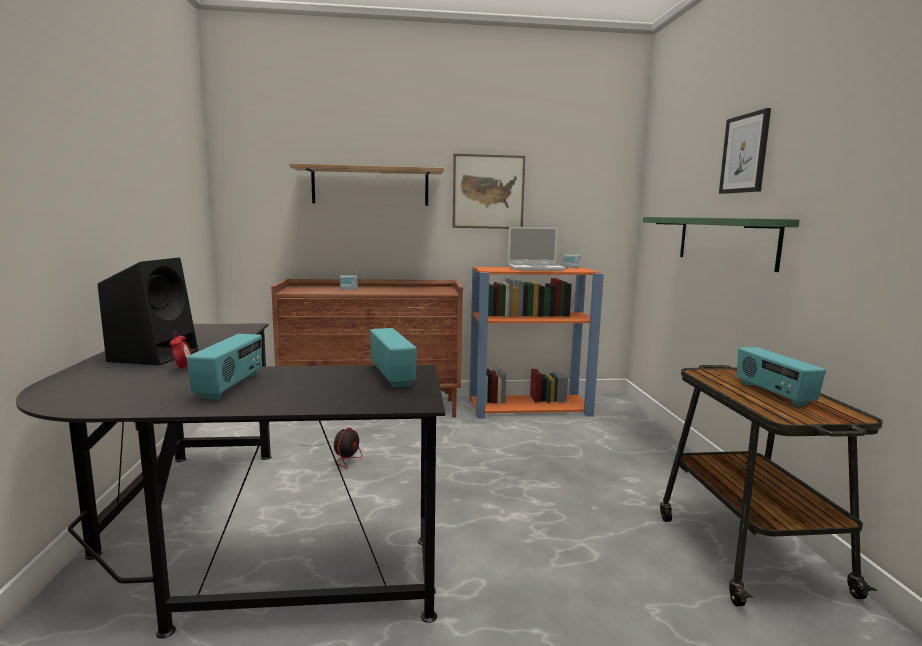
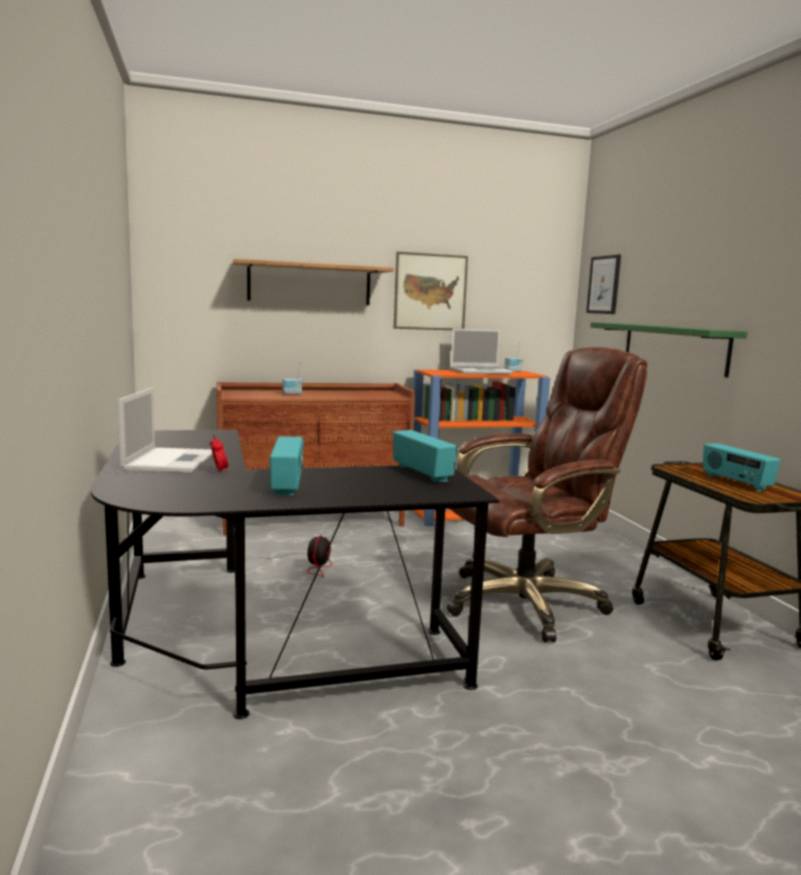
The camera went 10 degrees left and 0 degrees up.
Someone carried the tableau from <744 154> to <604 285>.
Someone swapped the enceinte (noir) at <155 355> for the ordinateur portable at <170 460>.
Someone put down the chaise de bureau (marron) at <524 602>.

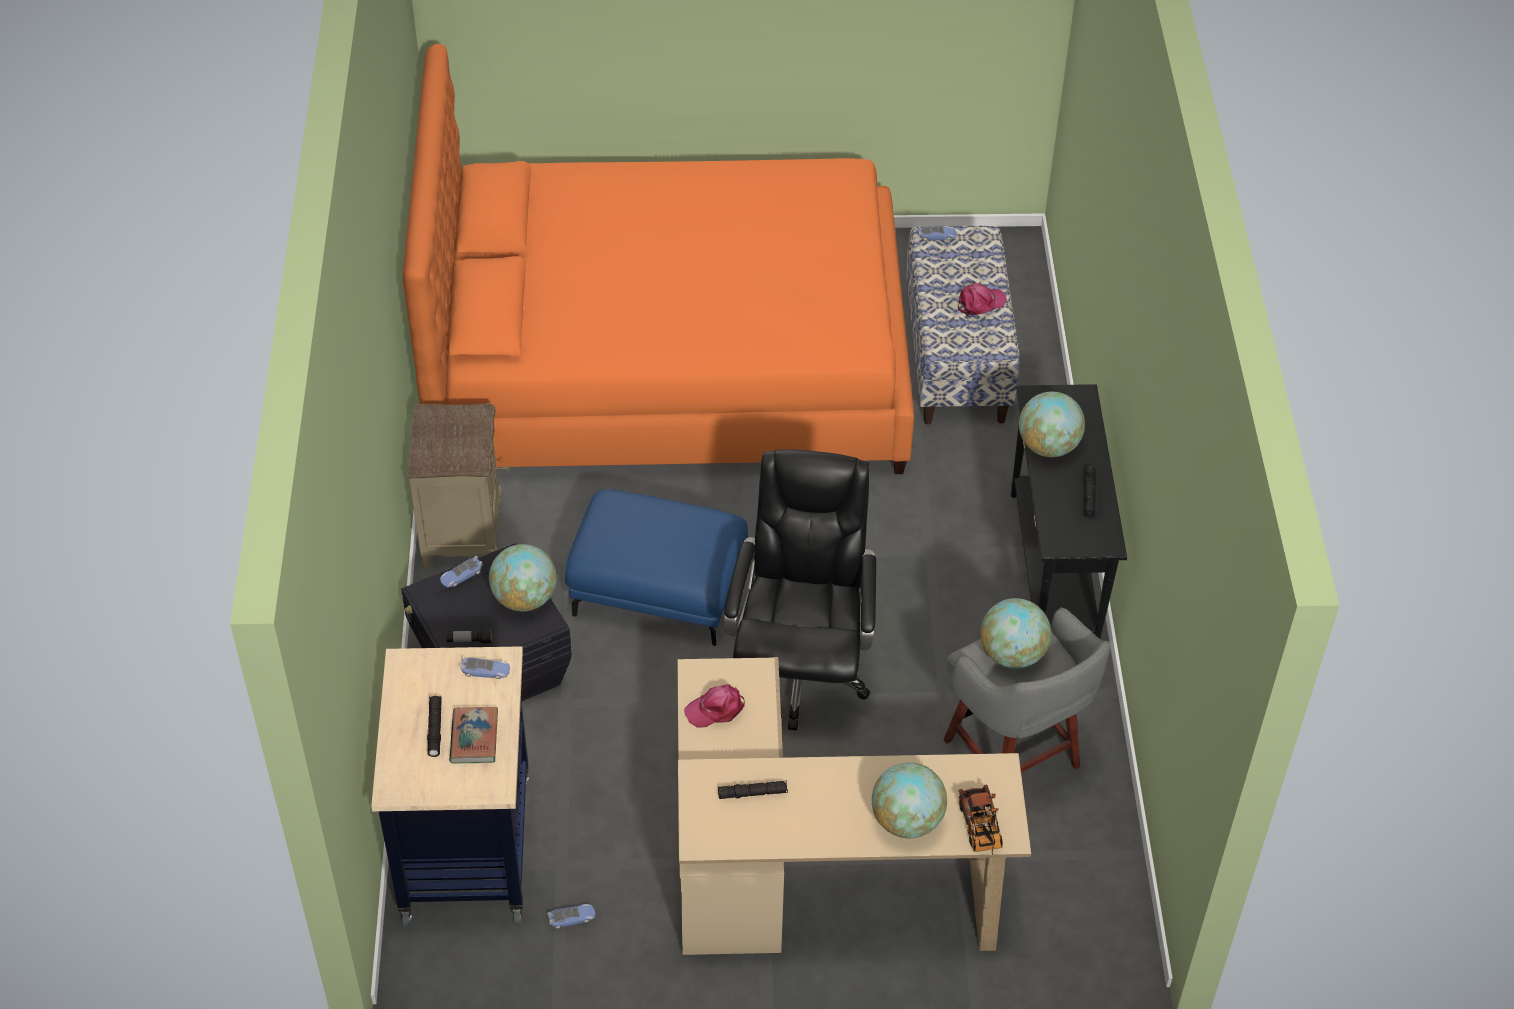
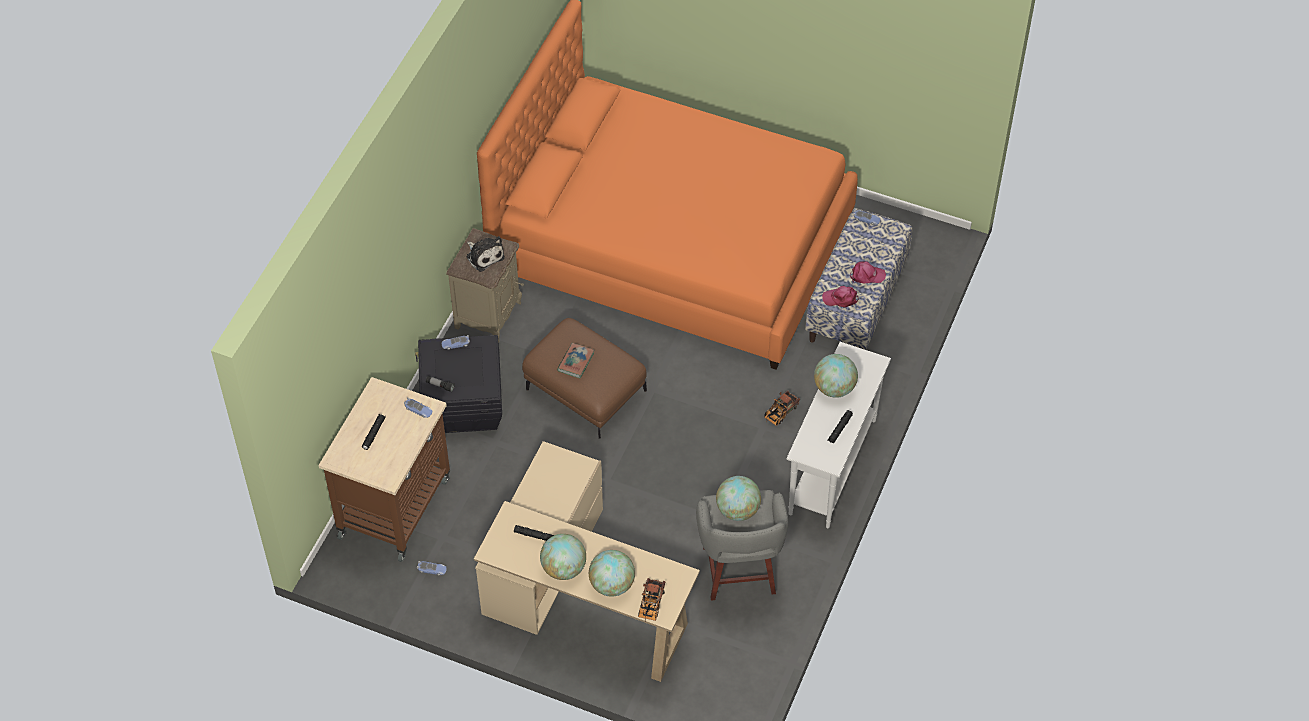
The camera went 25 degrees right and 5 degrees up.
Someone repainted the table console (noir) at <1054 573>, which became the table console (blanc) at <833 468>.
Someone took away the chaise de bureau (noir) at <800 675>.
Someone repainted the pouf (bleu) at <657 590>, which became the pouf (marron) at <584 391>.
Someone carried the globe from <525 599> to <564 568>.
Someone repainted the chariot (bleu) at <466 848>, which became the chariot (marron) at <394 507>.
Someone carried the casquette (rose) from <716 709> to <840 298>.
Someone carried the livre from <474 738> to <576 362>.
Someone put down the peluche at <484 256>.
Someone put down the camion jouet at <779 413>.

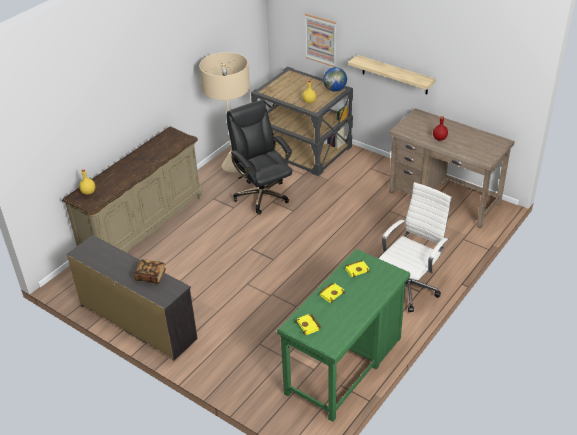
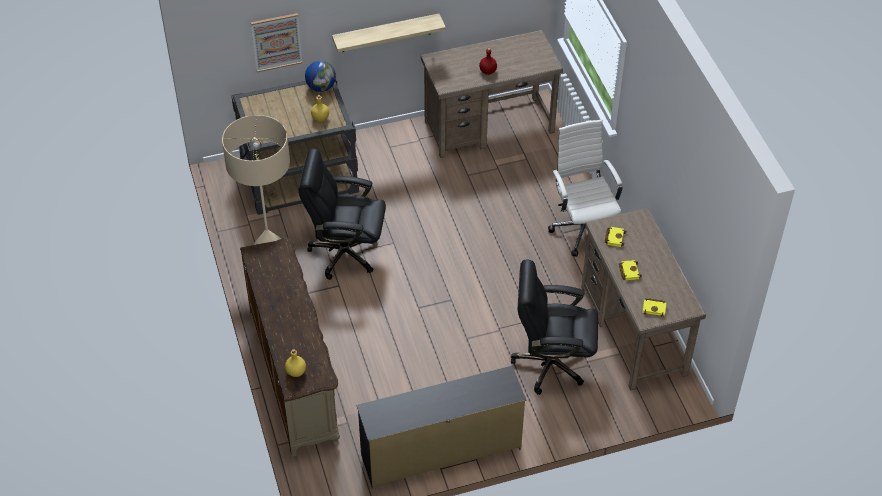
The camera went 55 degrees left and 10 degrees up.
Someone repainted the bureau (vert) at <344 365>, which became the bureau (marron) at <634 330>.
Someone took away the livre at <151 276>.
Someone put down the chaise de bureau (noir) at <552 364>.

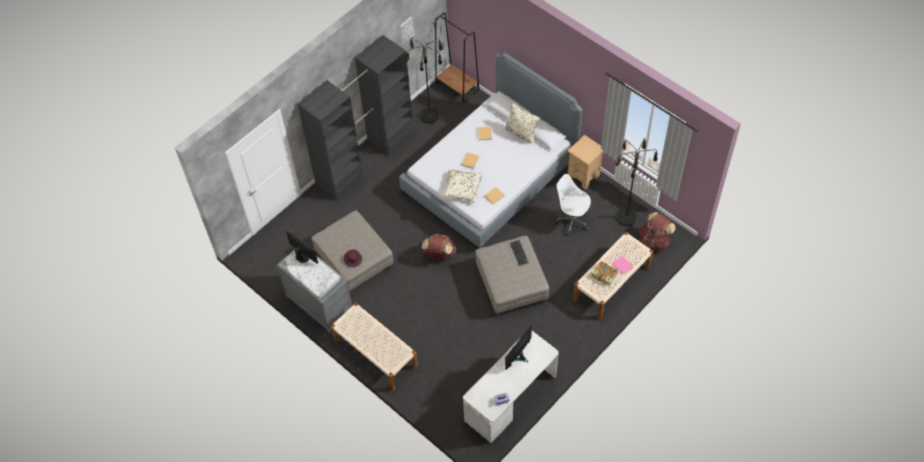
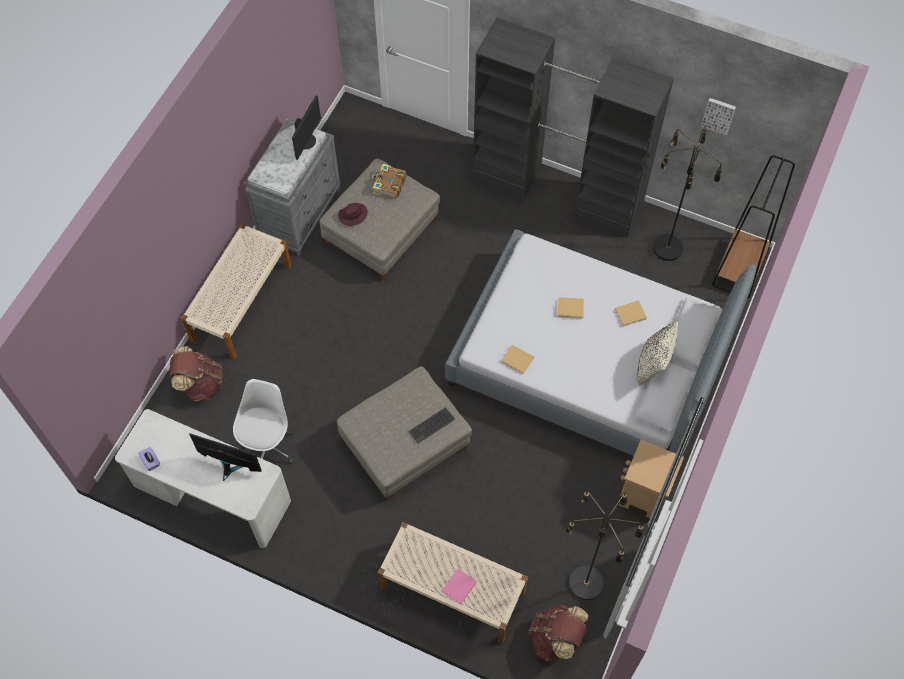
The camera went 70 degrees right and 5 degrees up.
Someone took away the coussin (beige) at <462 189>.
Someone carried the chaise de bureau (blanc) from <571 221> to <269 447>.
Someone carried the sac à dos (marron) from <439 254> to <200 384>.
Someone carried the livre from <604 275> to <389 185>.

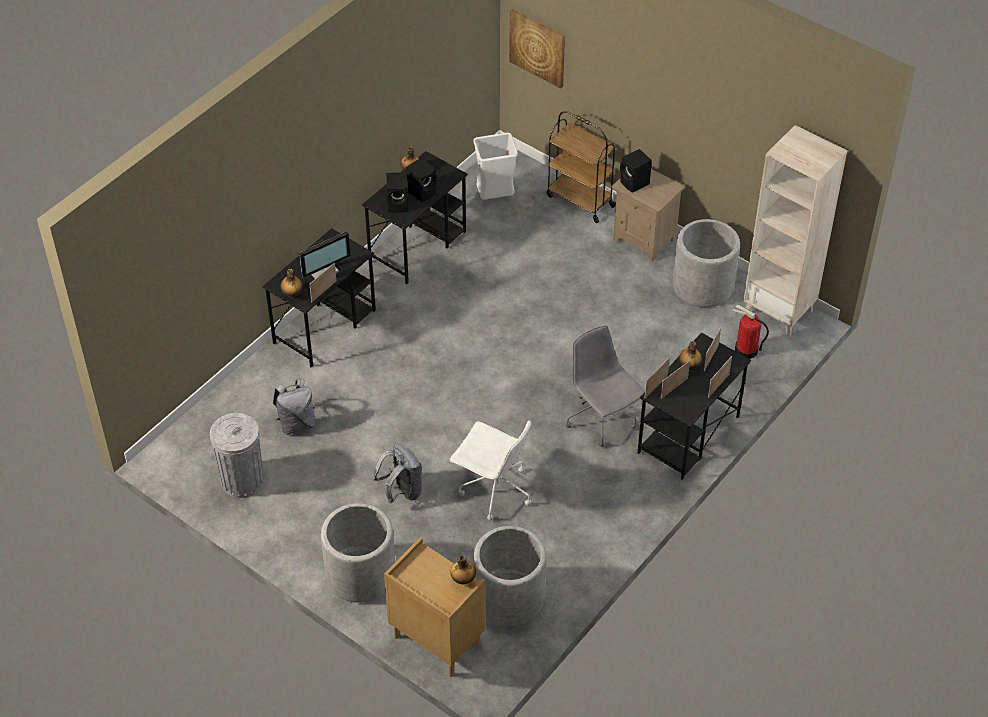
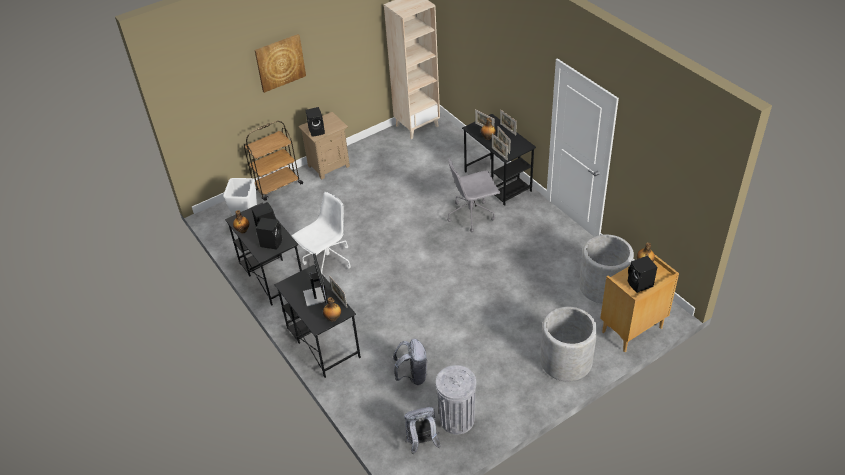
The camera went 70 degrees left and 5 degrees down.
Someone carried the tableau from <537 47> to <280 62>.
Someone took away the cache-pot (gris) at <703 285>.
Someone took away the extincteur at <745 350>.
Someone carried the chaise de bureau (blanc) from <493 489> to <326 262>.
Someone carried the sac à dos (gris) from <401 491> to <422 442>.
Someone put down the enceinte (noir) at <640 284>.

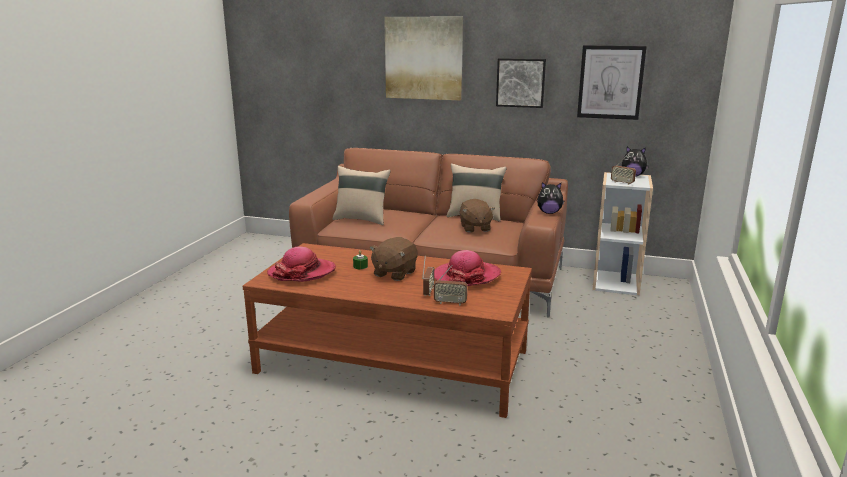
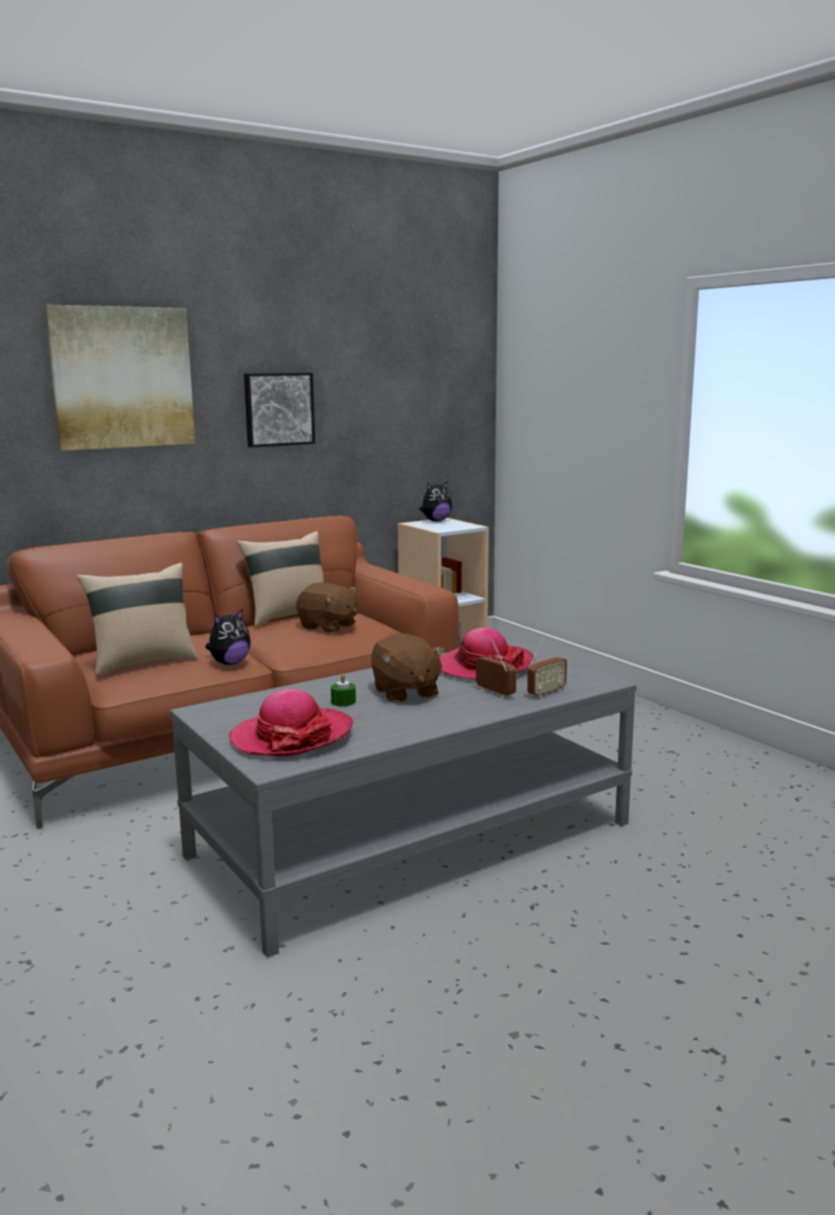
The camera went 50 degrees left and 5 degrees down.
Someone took away the tableau at <610 82>.
Someone took away the radio at <622 183>.
Someone carried the peluche from <549 212> to <229 663>.
Someone repainted the table basse (marron) at <394 362>, which became the table basse (gris) at <413 839>.

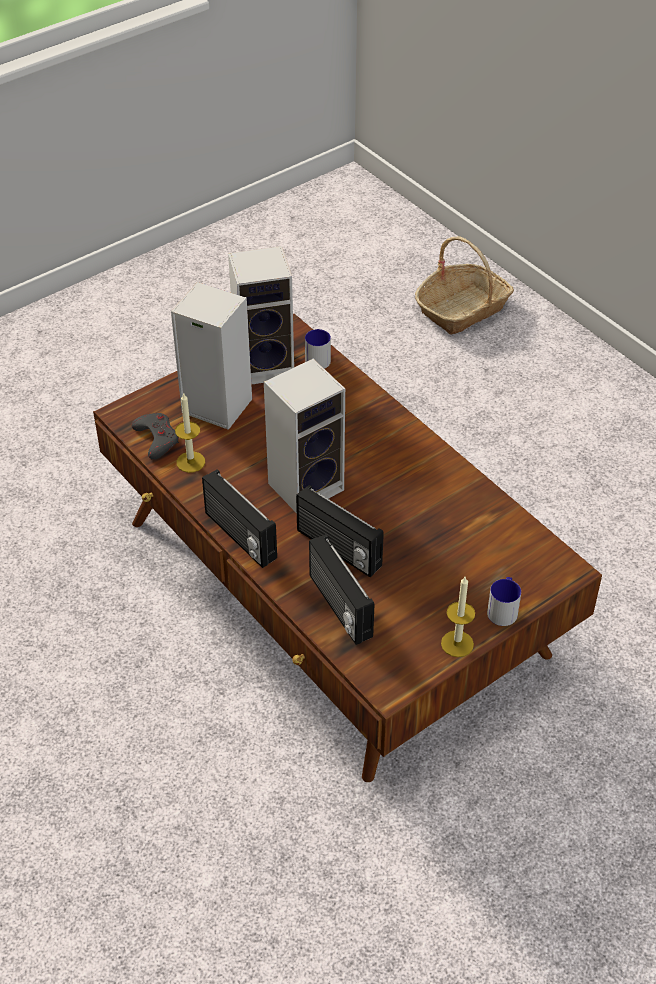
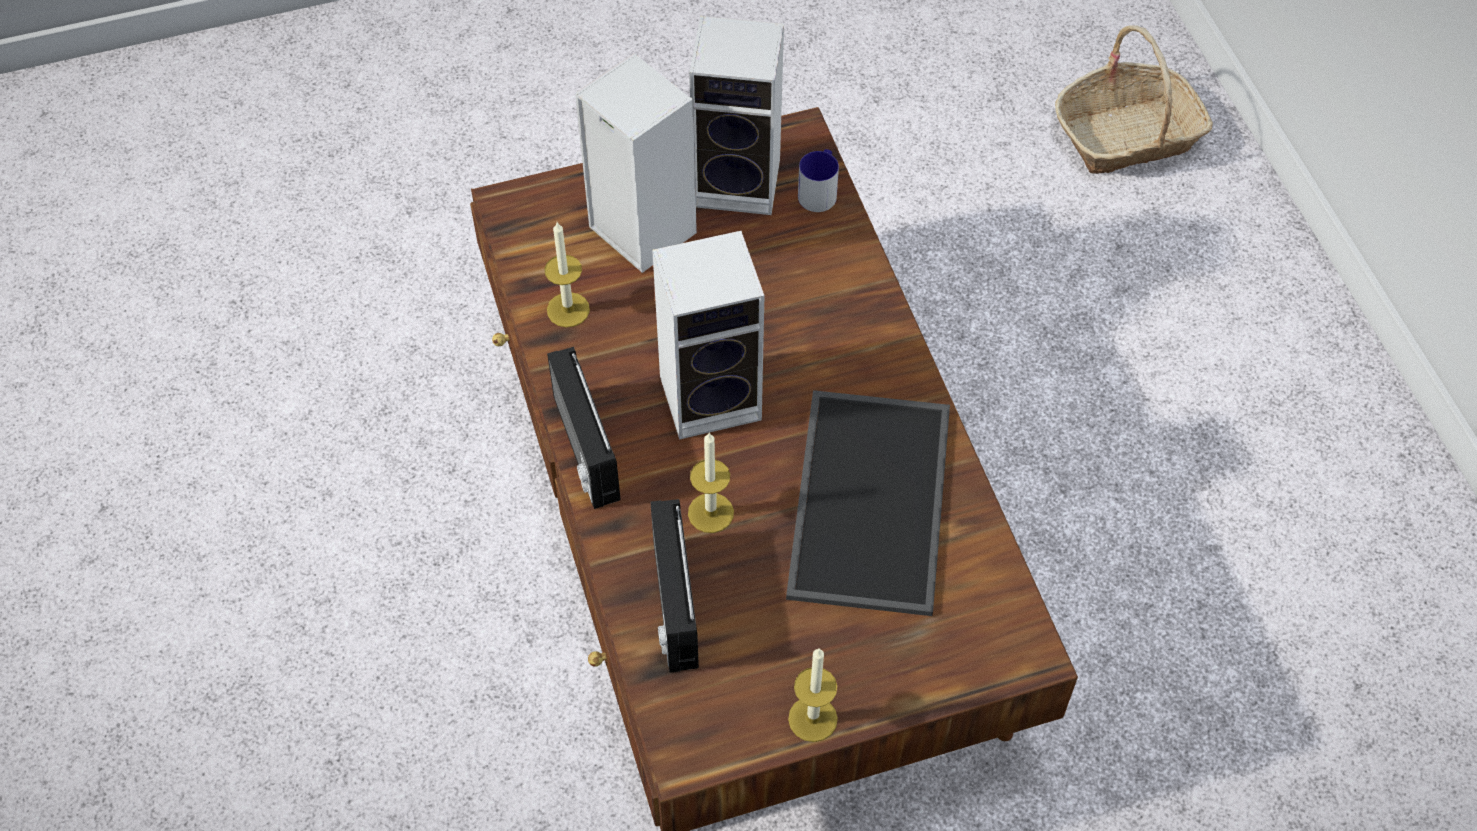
The camera went 20 degrees right and 10 degrees up.
Someone took away the manette (gris) at <157 438>.
Someone swapped the radio at <337 549> for the bougie at <710 513>.
Someone took away the mug at <503 609>.
Someone put down the plateau at <874 504>.

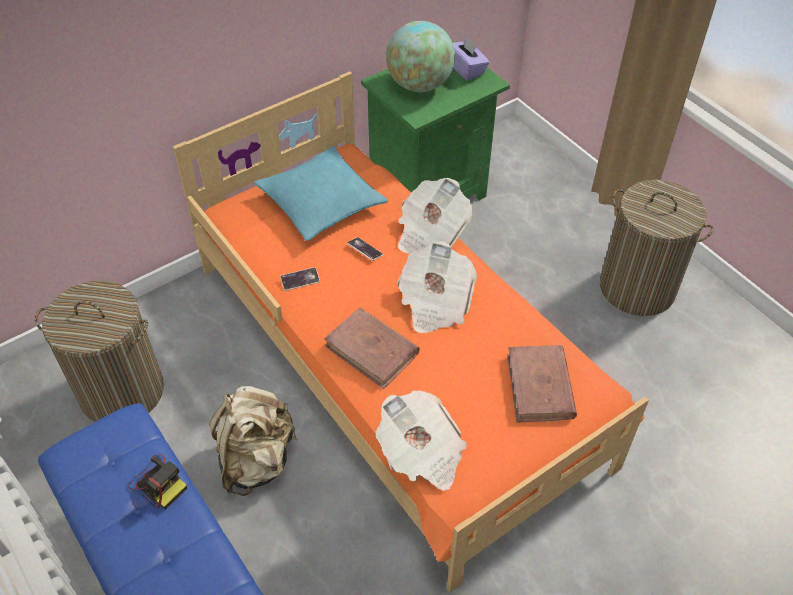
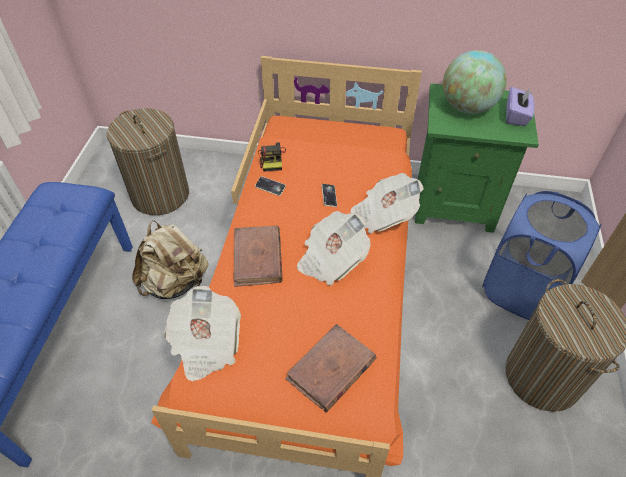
The camera went 45 degrees right and 0 degrees up.
Someone took away the coussin (turquoise) at <321 202>.
Someone carried the appareil photo from <158 483> to <272 159>.
Someone put down the panier à linge (bleu) at <521 290>.

